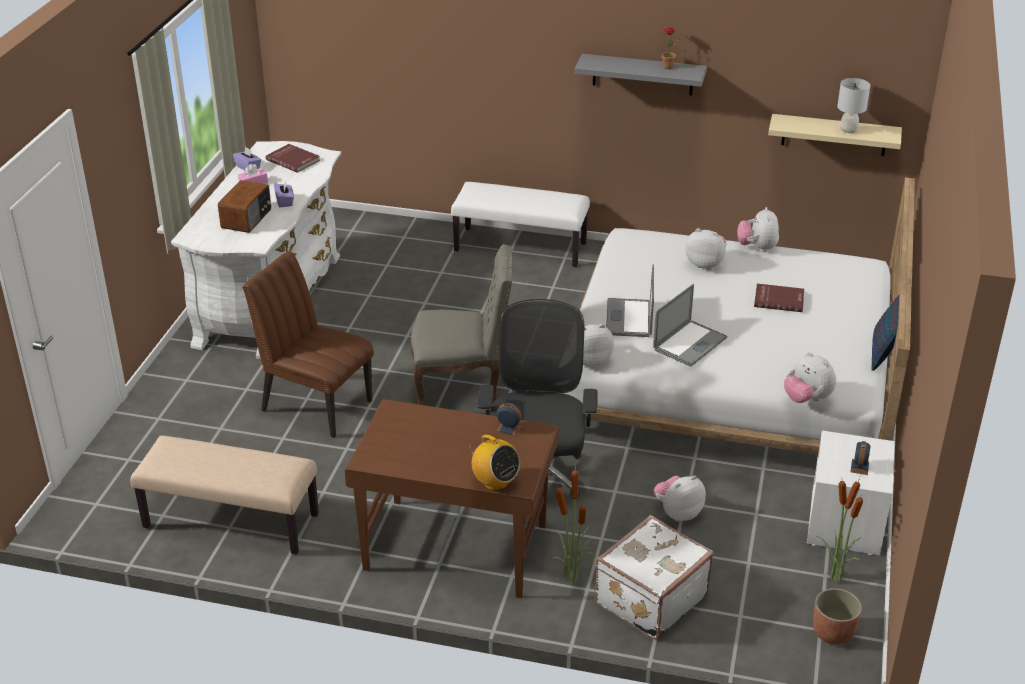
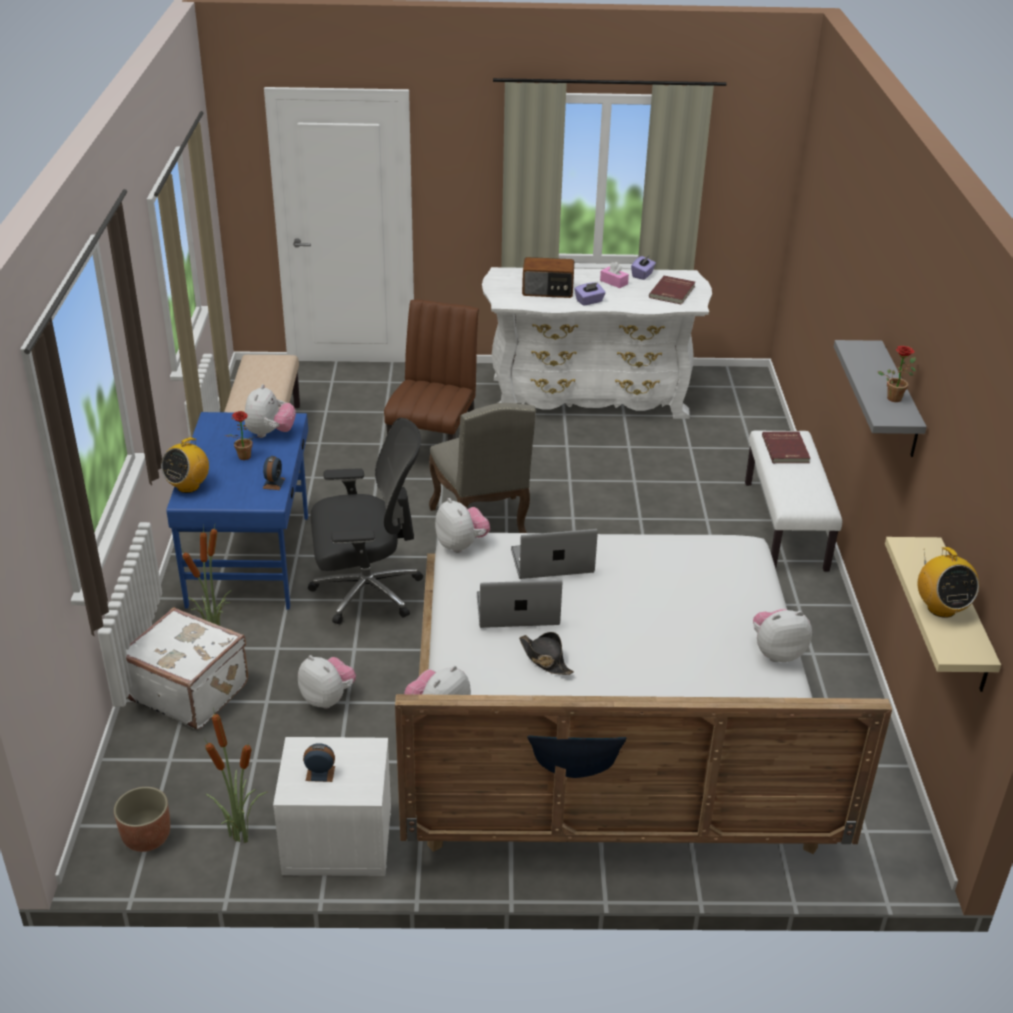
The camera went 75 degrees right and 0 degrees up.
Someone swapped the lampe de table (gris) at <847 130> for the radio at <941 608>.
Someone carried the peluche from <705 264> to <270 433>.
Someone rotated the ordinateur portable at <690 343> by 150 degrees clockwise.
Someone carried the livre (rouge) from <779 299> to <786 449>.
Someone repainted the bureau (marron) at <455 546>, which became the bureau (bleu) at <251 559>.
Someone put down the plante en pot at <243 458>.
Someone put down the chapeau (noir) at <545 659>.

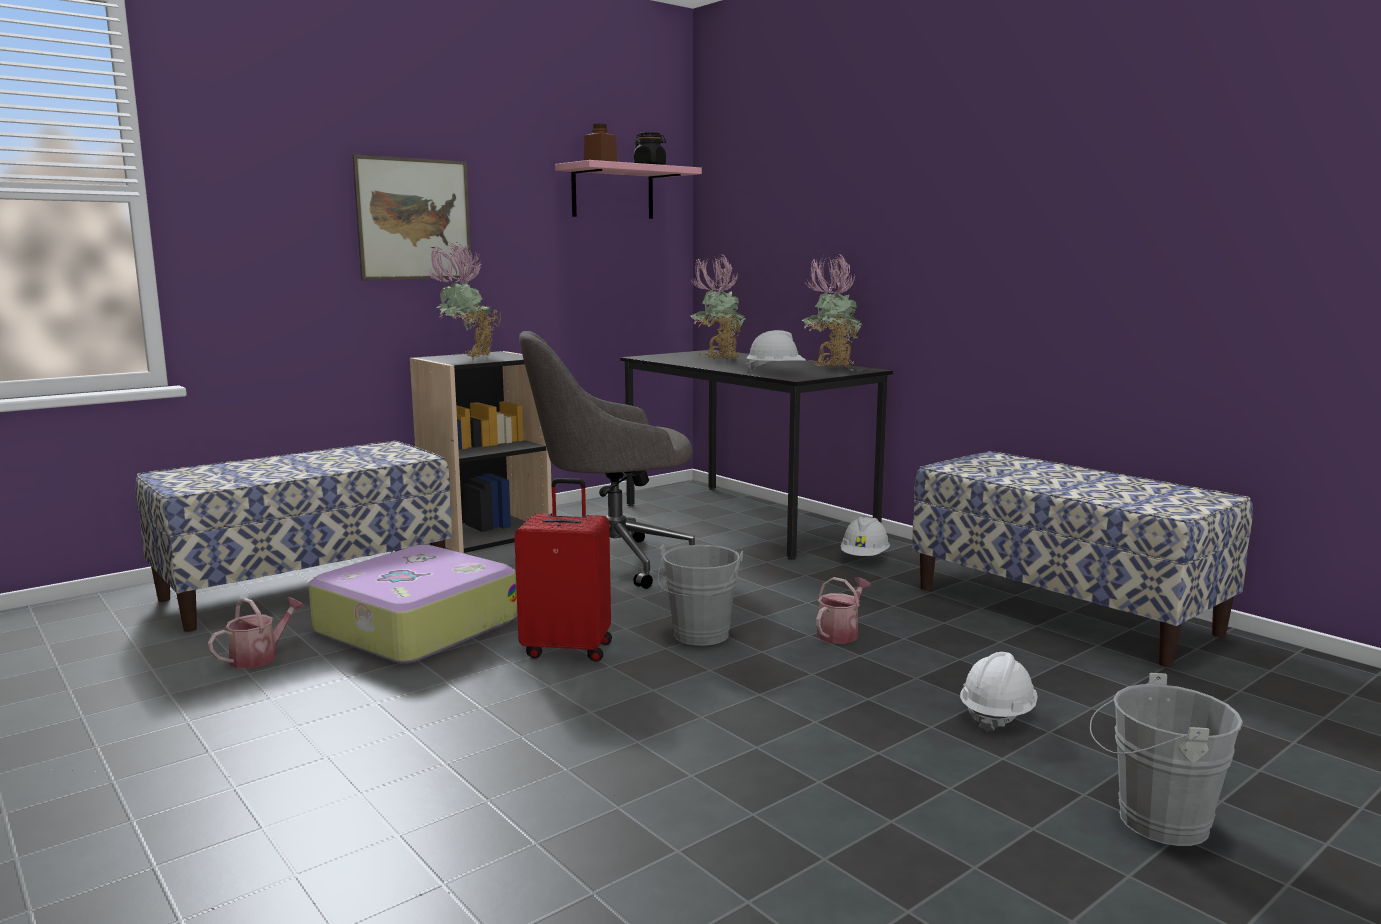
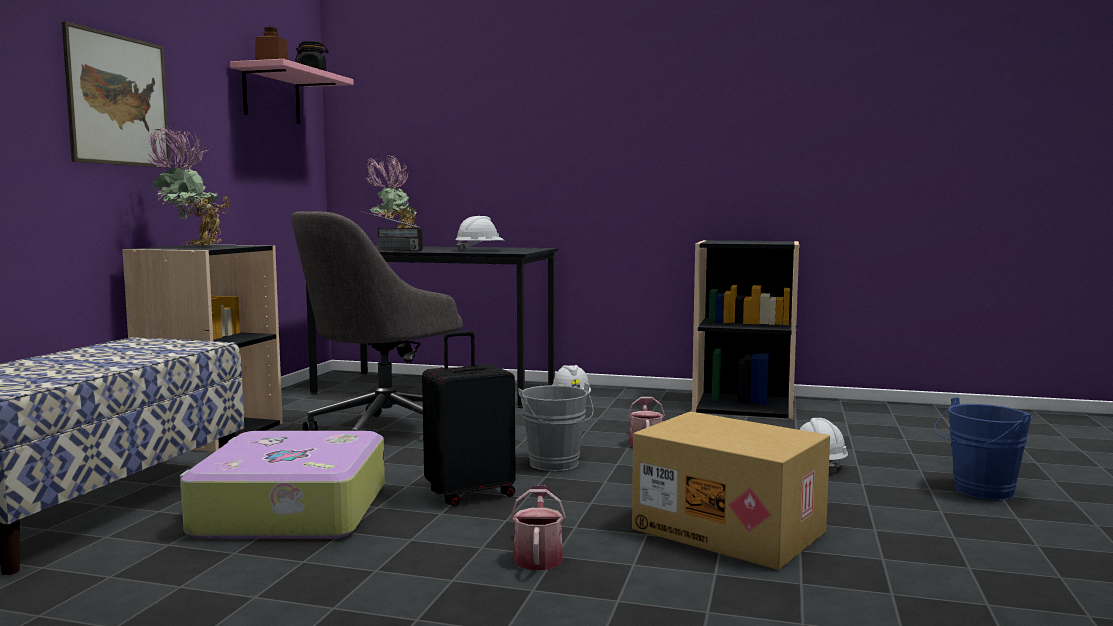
The camera went 35 degrees left and 5 degrees down.
Someone took away the plante en pot at <830 366>.
Someone swapped the banc at <1064 610> for the bibliothèque (noir) at <745 405>.
Someone repainted the valise (rouge) at <568 649>, which became the valise (noir) at <470 494>.
Someone carried the arrosoir from <260 657> to <538 556>.
Someone repainted the seau (gris) at <1153 821>, which became the seau (bleu) at <979 492>.
Someone put down the radio at <389 250>.
Someone put down the carton at <731 530>.

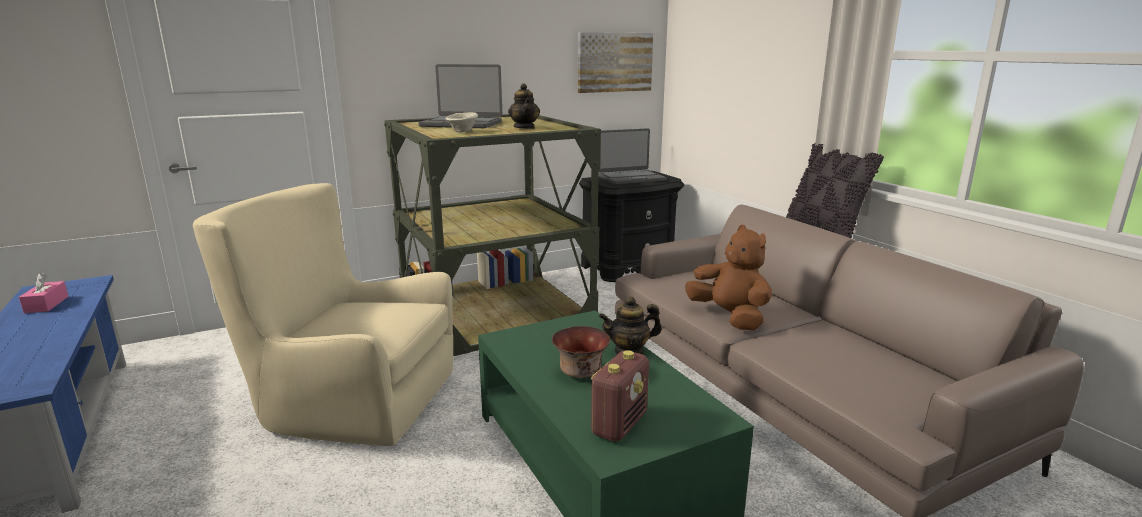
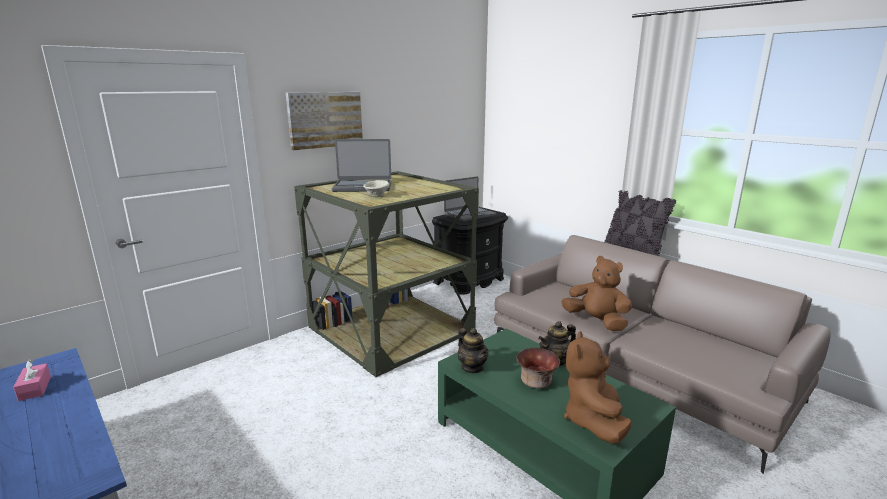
The camera went 15 degrees left and 0 degrees up.
Someone carried the tableau from <614 62> to <325 119>.
Someone carried the théière from <524 128> to <472 367>.
Someone took away the fauteuil (beige) at <348 403>.
Someone swapped the radio at <619 424> for the peluche (marron) at <593 421>.

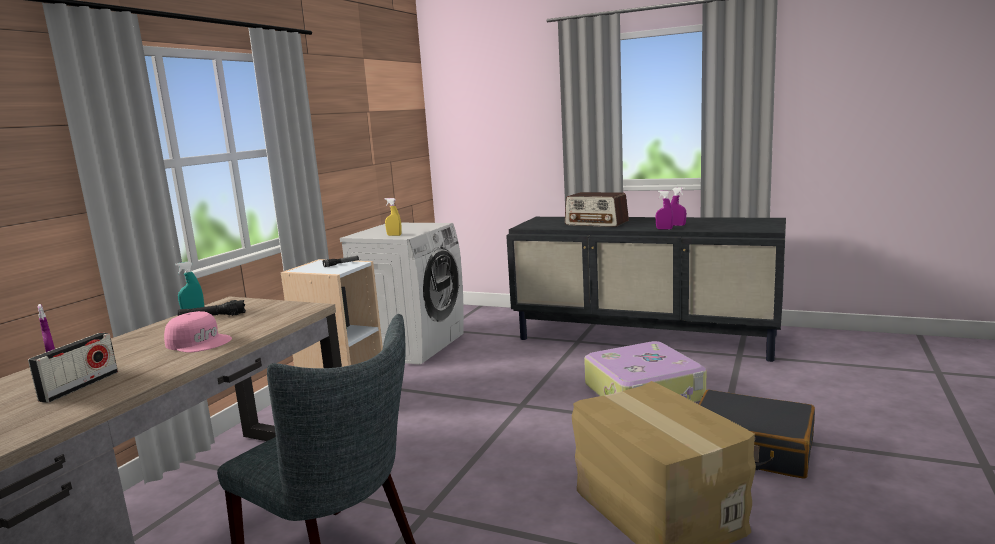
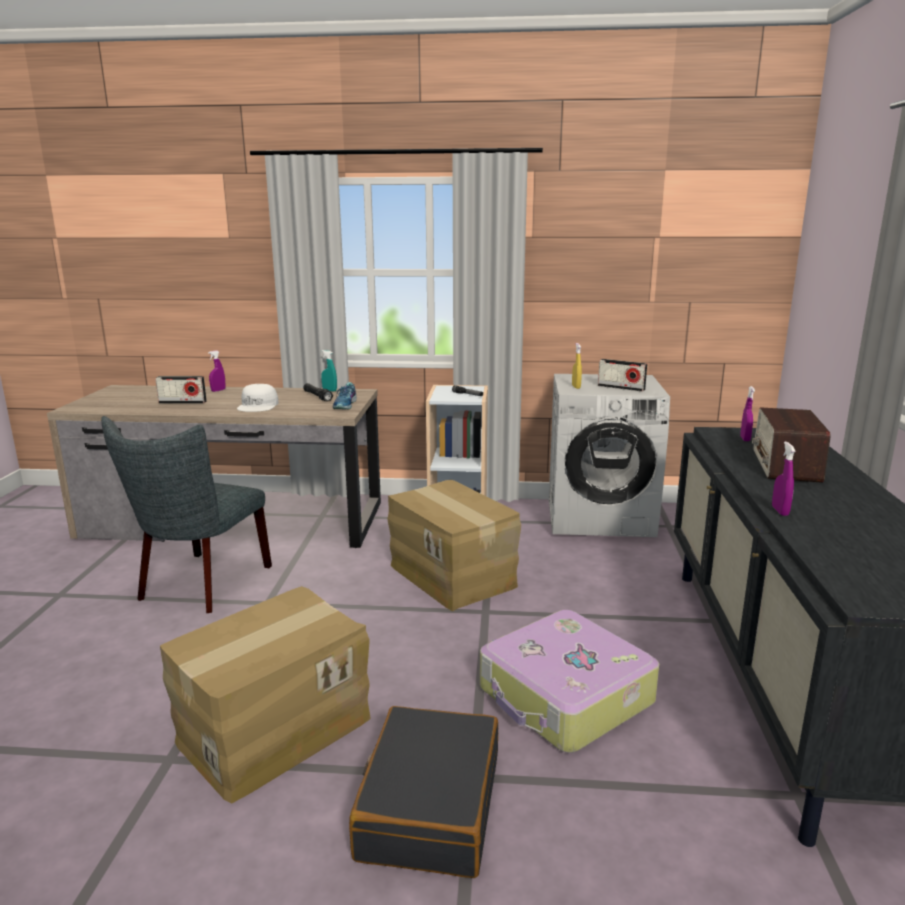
The camera went 70 degrees right and 5 degrees up.
Someone carried the vaporisateur (violet) from <677 225> to <745 439>.
Someone repainted the casquette (rose) at <199 342>, which became the casquette (blanc) at <258 406>.
Someone put down the radio at <621 388>.
Someone put down the chaussure at <346 405>.
Someone put down the carton at <453 575>.

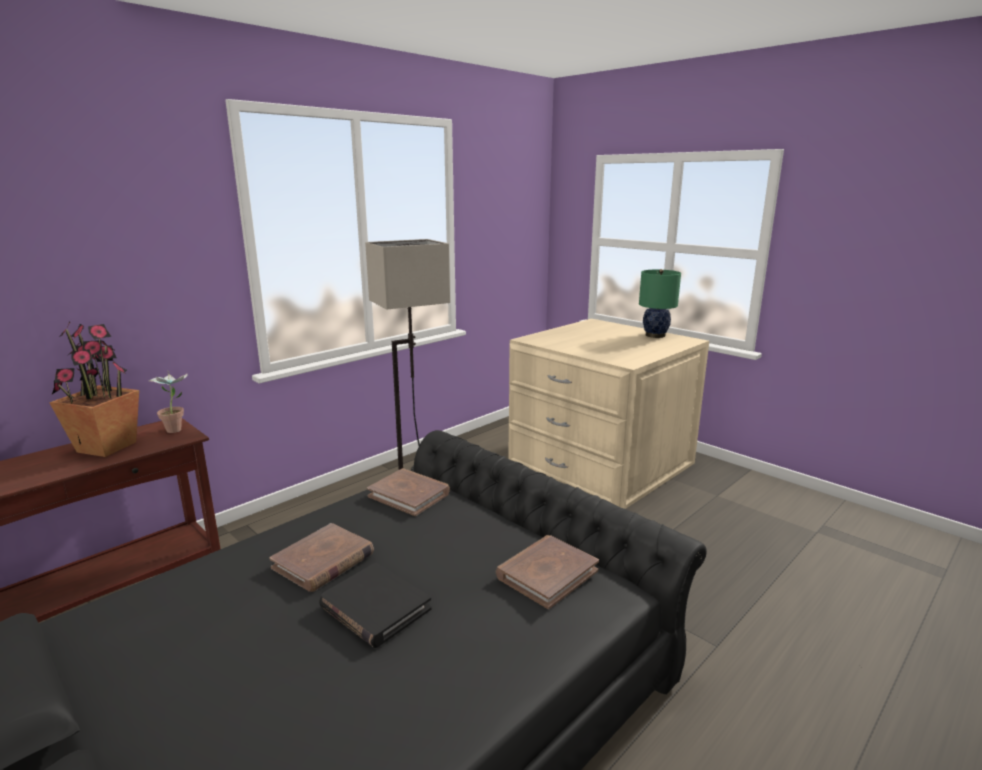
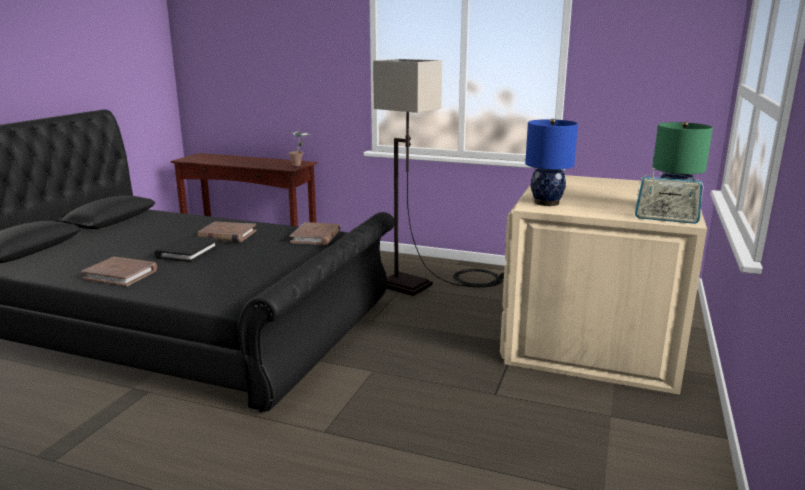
The camera went 65 degrees right and 0 degrees up.
Someone took away the plante en pot at <107 446>.
Someone carried the livre (marron) from <547 574> to <121 274>.
Someone put down the lampe de table (bleu) at <546 202>.
Someone put down the radio at <666 219>.

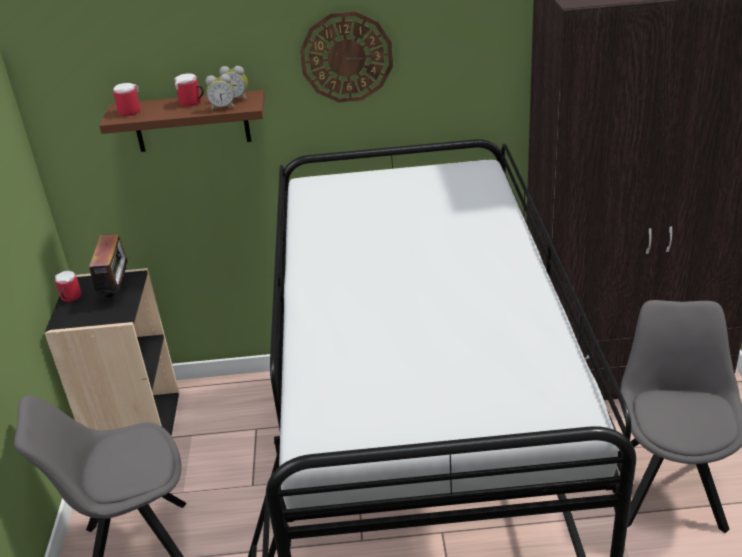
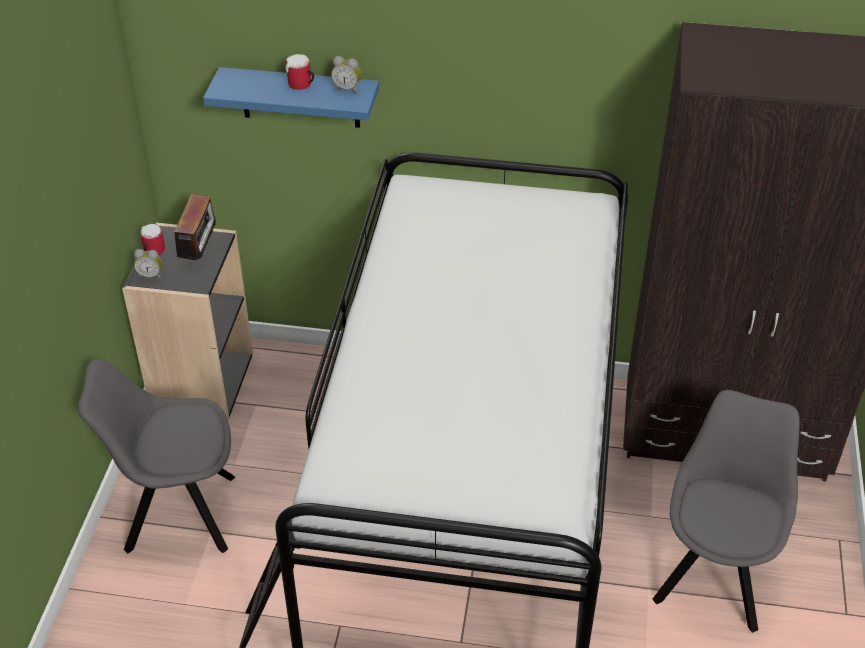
The camera went 10 degrees right and 10 degrees up.
Someone took away the horloge murale at <346 57>.
Someone carried the réveil from <223 107> to <151 275>.
Someone took away the mug at <128 111>.
Someone repainted the étagère (marron) at <191 121>, which became the étagère (bleu) at <300 97>.

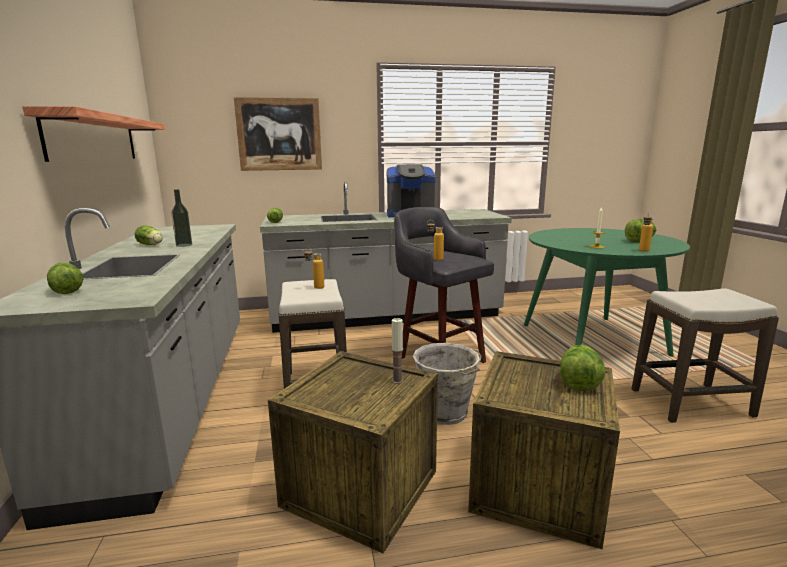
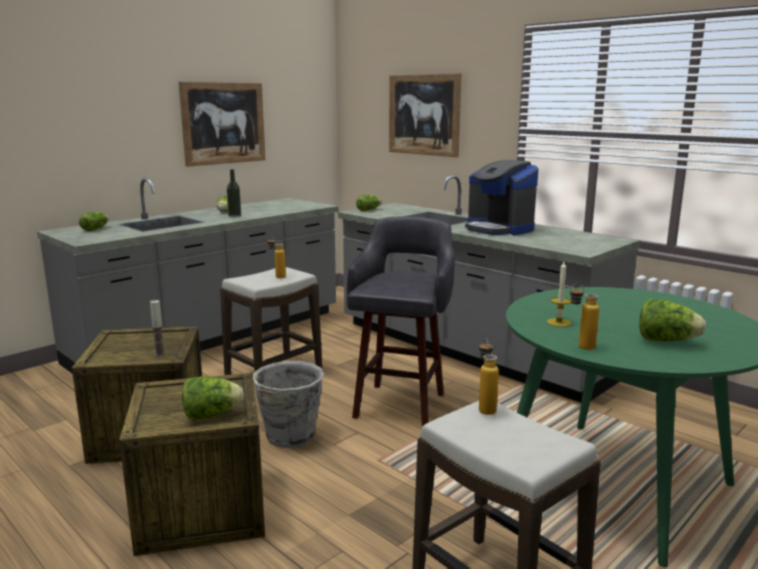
The camera went 55 degrees right and 0 degrees up.
Someone swapped the étagère at <94 138> for the tableau at <223 123>.
Someone carried the bouteille from <434 259> to <485 408>.

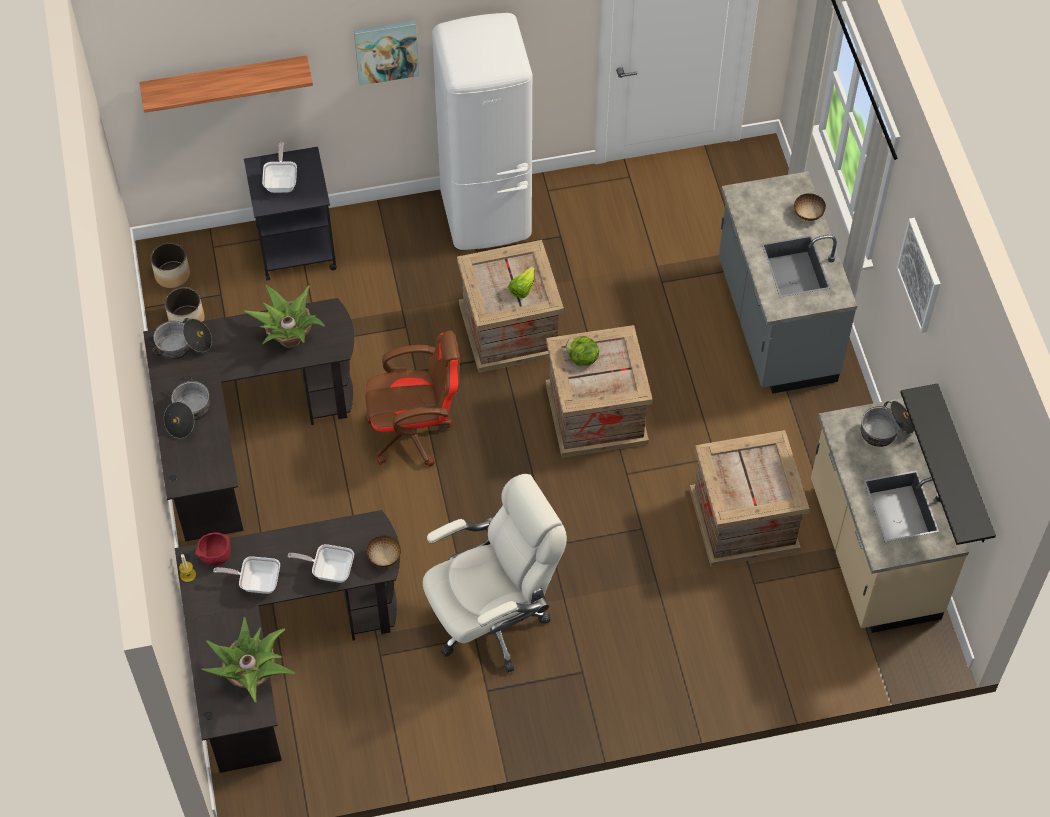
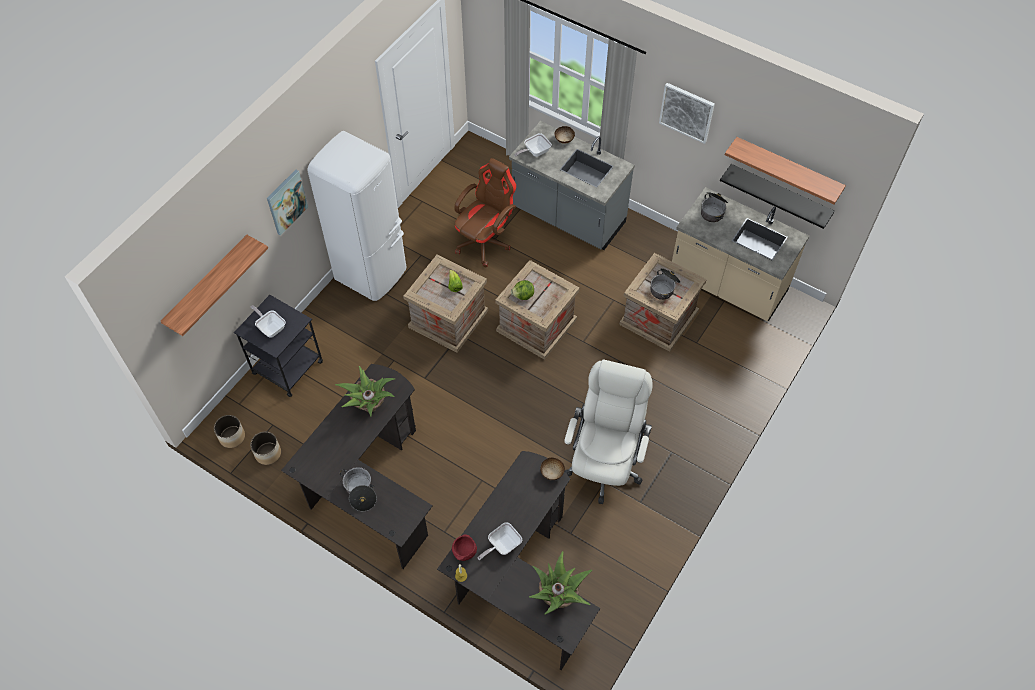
The camera went 45 degrees left and 0 degrees up.
Someone carried the marmite from <183 345> to <664 287>.
Someone carried the chaise de bureau (marron) from <416 433> to <486 241>.
Someone carried the poêle from <329 570> to <535 152>.
Someone put up the étagère at <787 169>.

